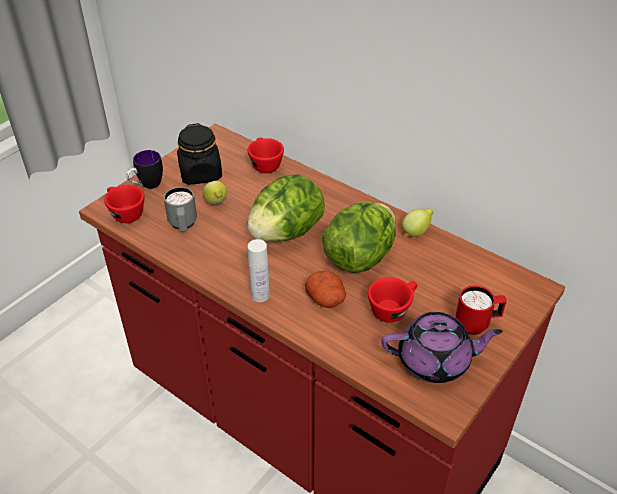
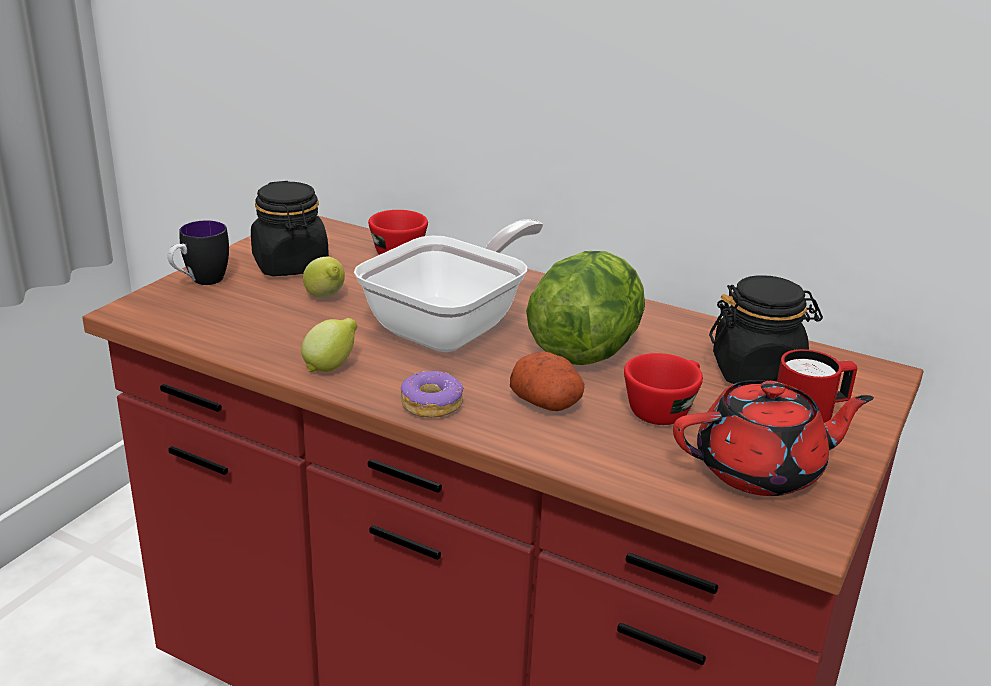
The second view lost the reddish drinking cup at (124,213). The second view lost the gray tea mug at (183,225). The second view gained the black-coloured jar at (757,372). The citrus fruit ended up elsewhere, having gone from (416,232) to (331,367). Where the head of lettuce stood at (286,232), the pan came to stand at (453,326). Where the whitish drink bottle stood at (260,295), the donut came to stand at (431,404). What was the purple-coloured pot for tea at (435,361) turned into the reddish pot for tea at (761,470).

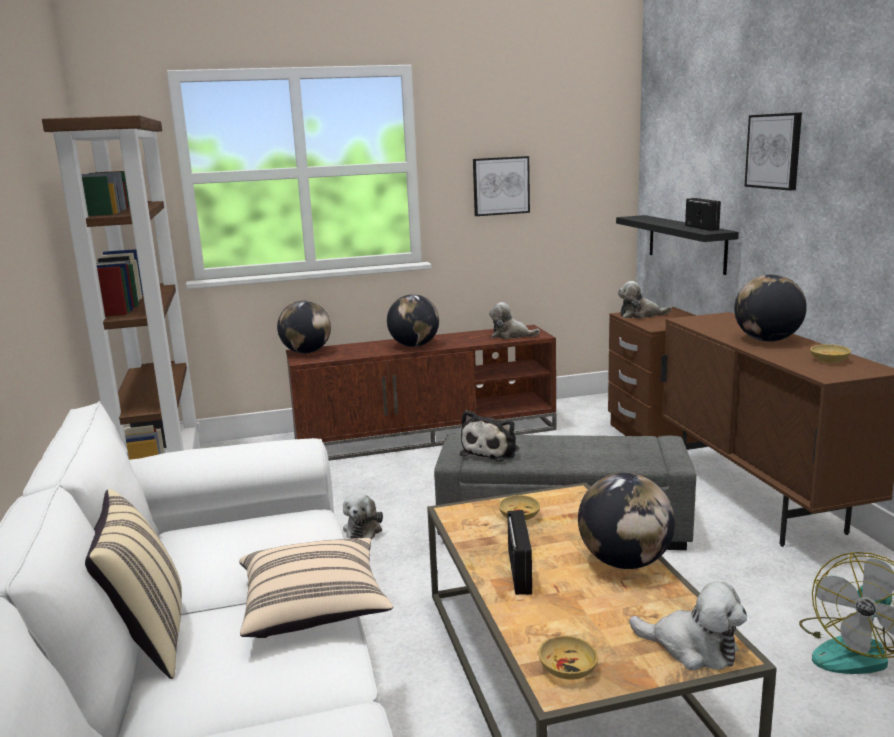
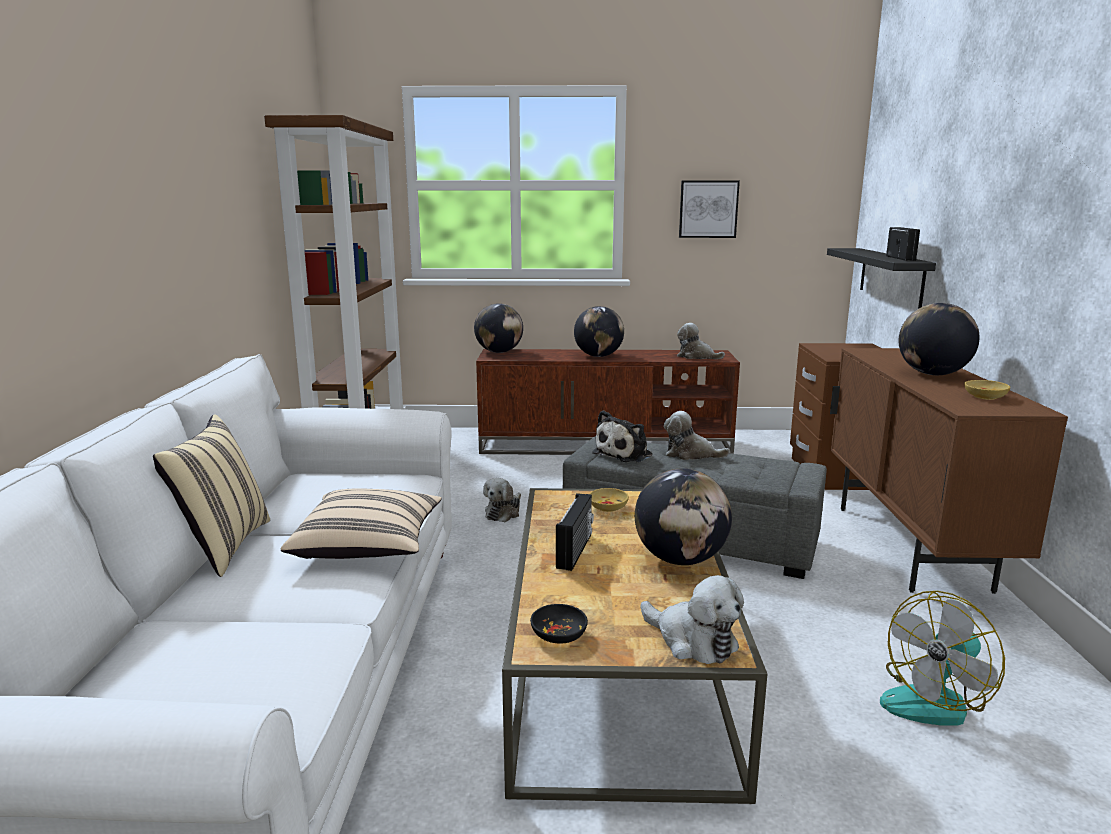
The second view lost the wall picture at (774,151). The plush toy ended up elsewhere, having gone from (640,315) to (690,454). What was the sand-coloured serving bowl at (568,668) turned into the black-coloured serving bowl at (559,634).

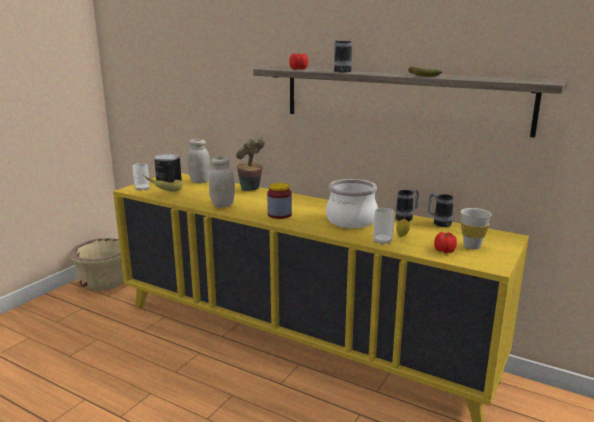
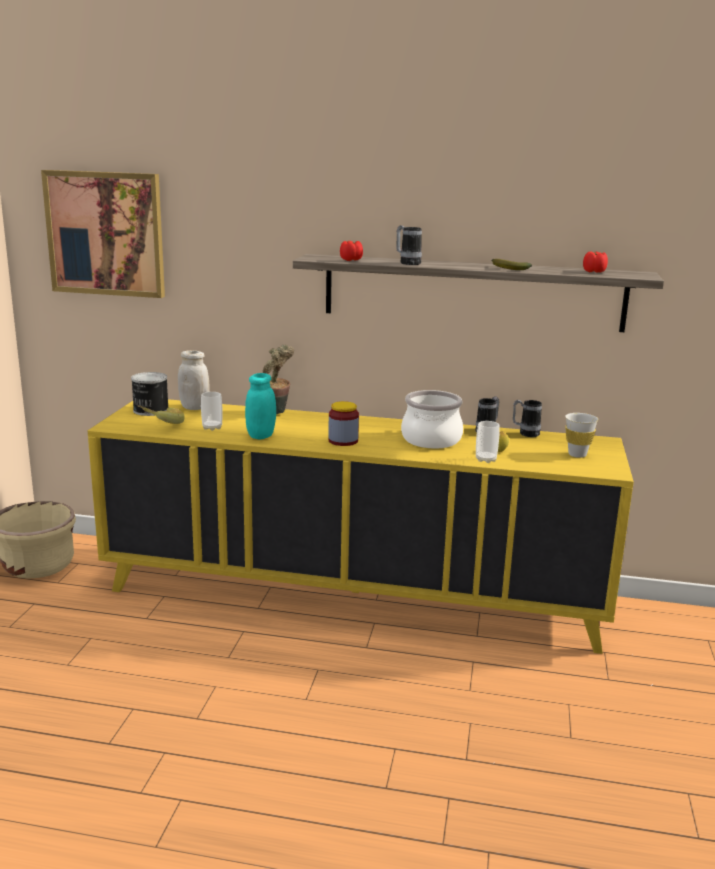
The second view gained the wall picture at (106,233). The drinking cup ended up elsewhere, having gone from (142,189) to (212,427). The tomato ended up elsewhere, having gone from (444,251) to (594,272). What was the whitish jar at (223,205) turned into the turquoise jar at (261,436).

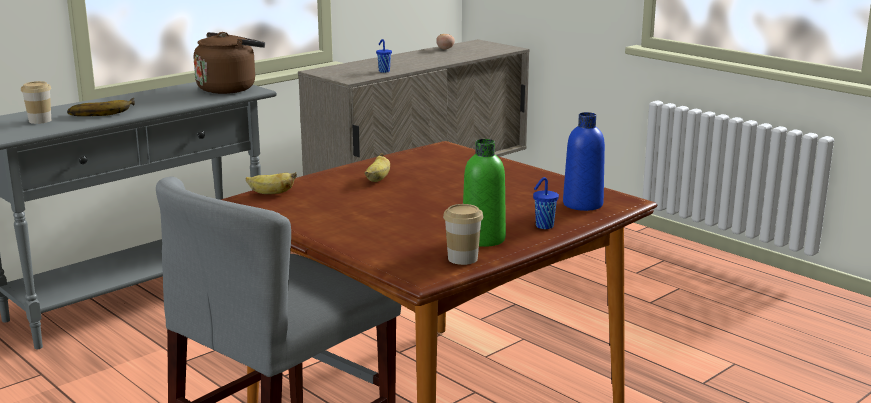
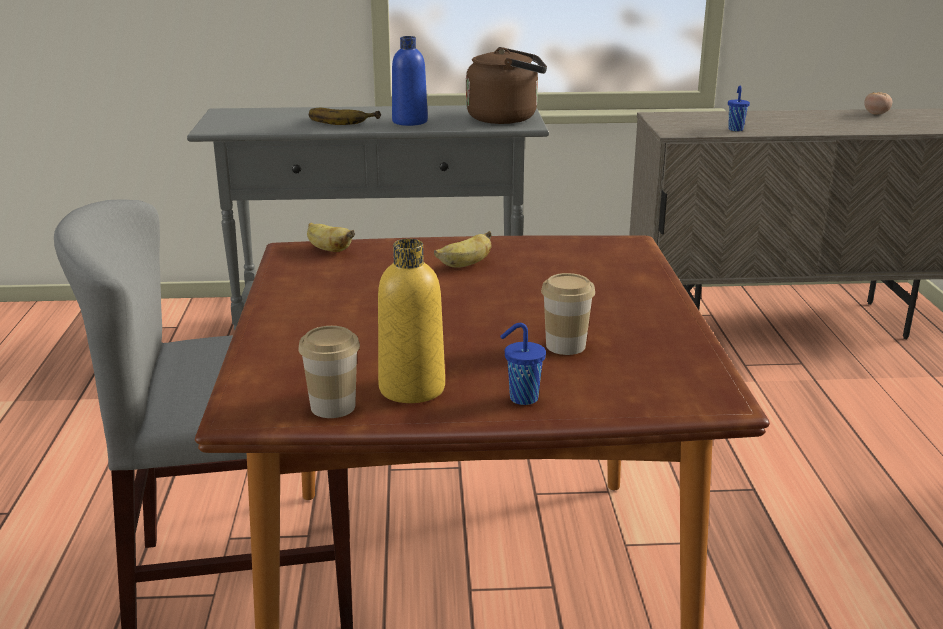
The drinking cup ended up elsewhere, having gone from (40,120) to (565,346). The blue drink bottle ended up elsewhere, having gone from (582,204) to (410,122). What was the green drink bottle at (483,239) turned into the yellow drink bottle at (412,388).

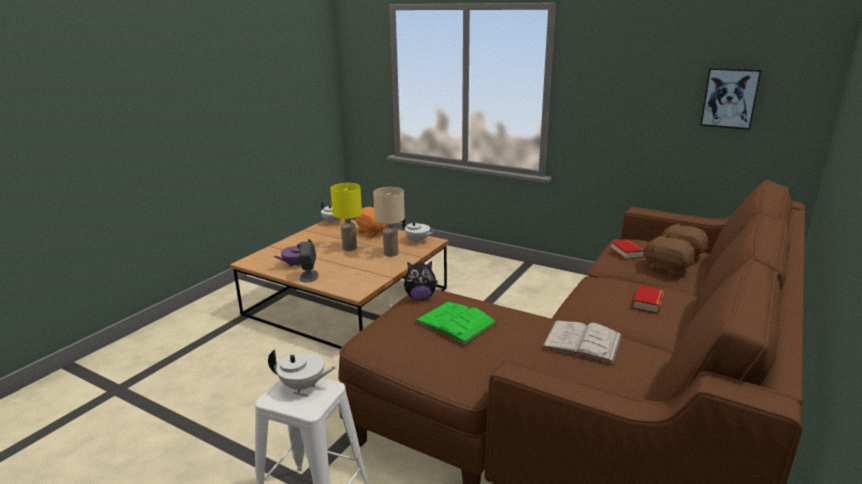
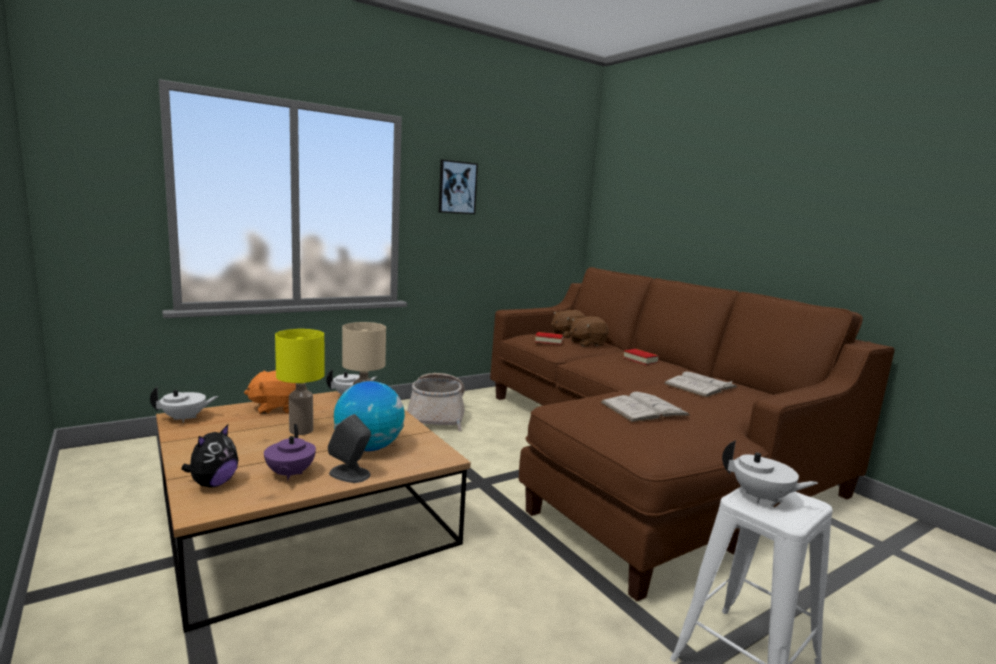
The second view gained the globe at (368,448). The second view gained the storage basket at (437,416). The plush toy ended up elsewhere, having gone from (420,297) to (213,484). The wall picture ended up elsewhere, having gone from (730,98) to (457,187). What was the green bound book at (455,322) turned into the whitish bound book at (644,409). The whitish pot for tea at (303,386) ended up facing another way, 90 degrees clockwise from before.

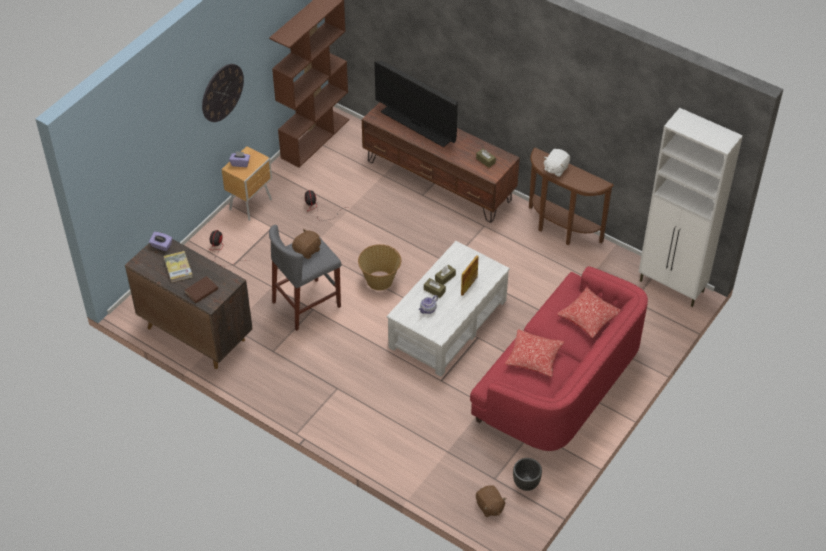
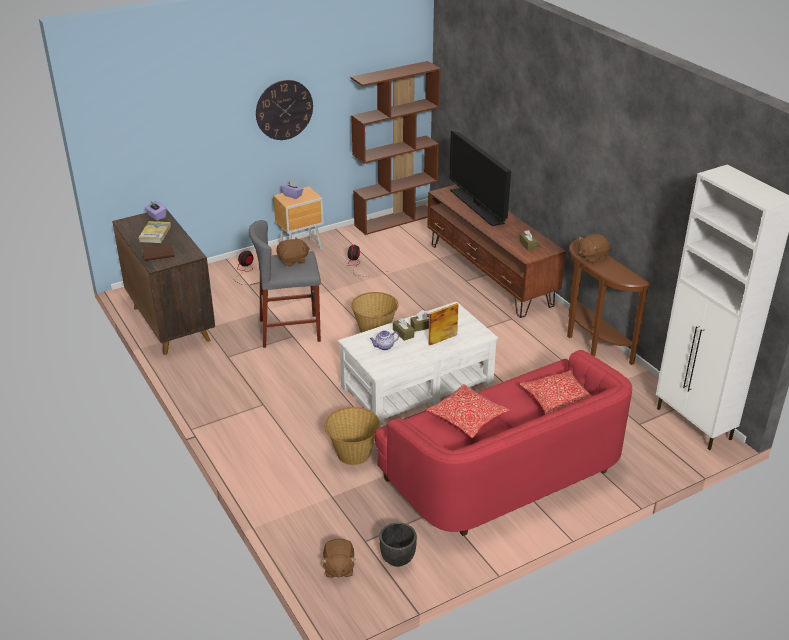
The second view gained the storage basket at (353,454). What was the whitish plush toy at (555,168) turned into the brownish plush toy at (592,257).

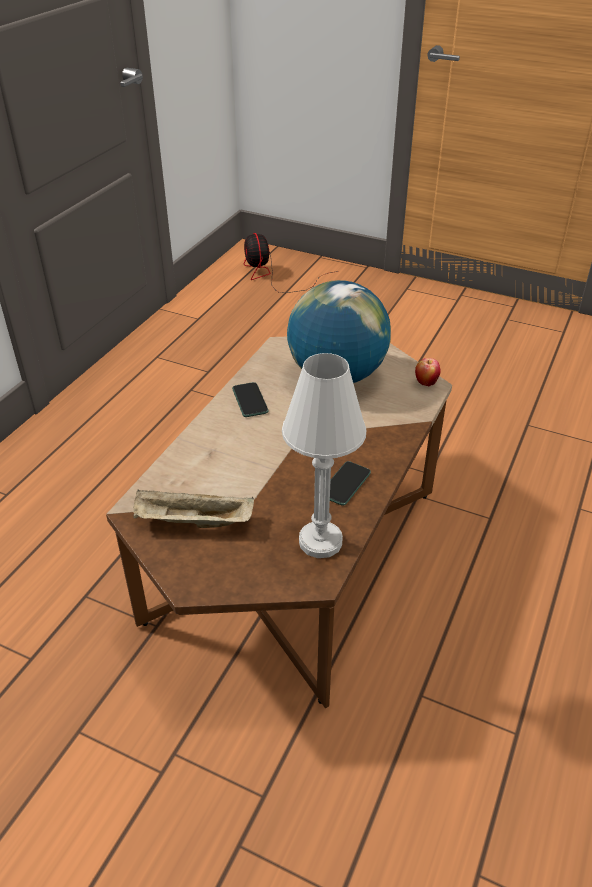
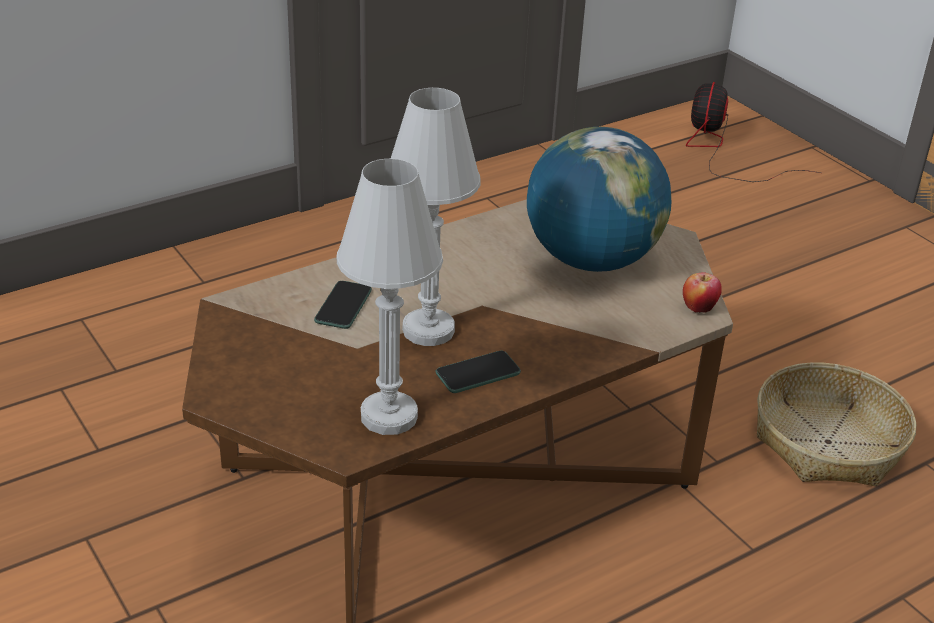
The second view lost the sand-coloured carrying tray at (192,522). The second view gained the whitish tabletop lamp at (428,330). The second view gained the storage basket at (828,442). The telephone ended up elsewhere, having gone from (250,400) to (343,306).

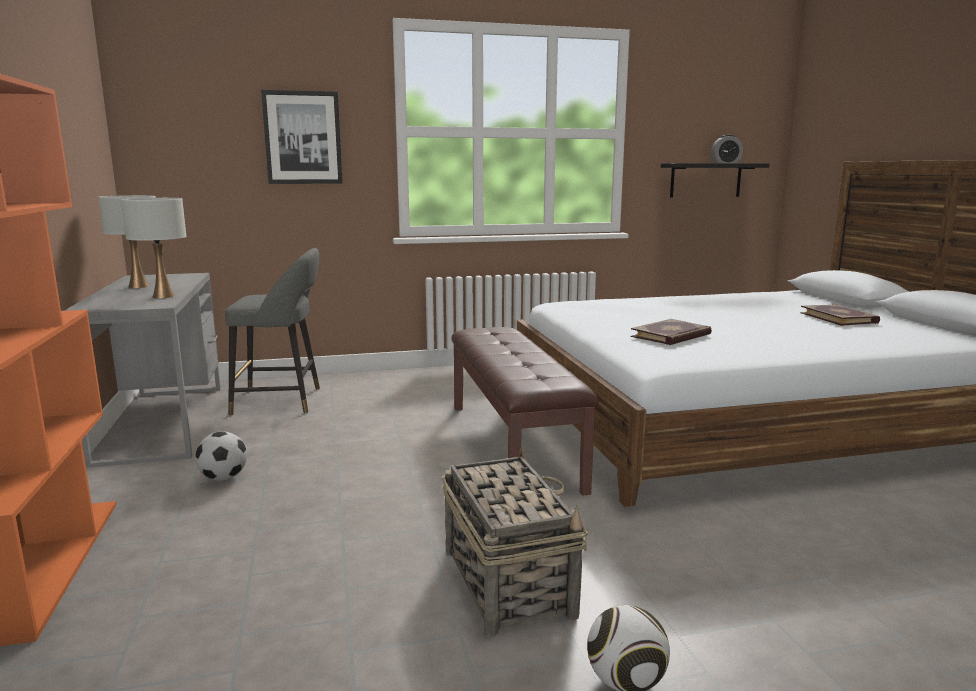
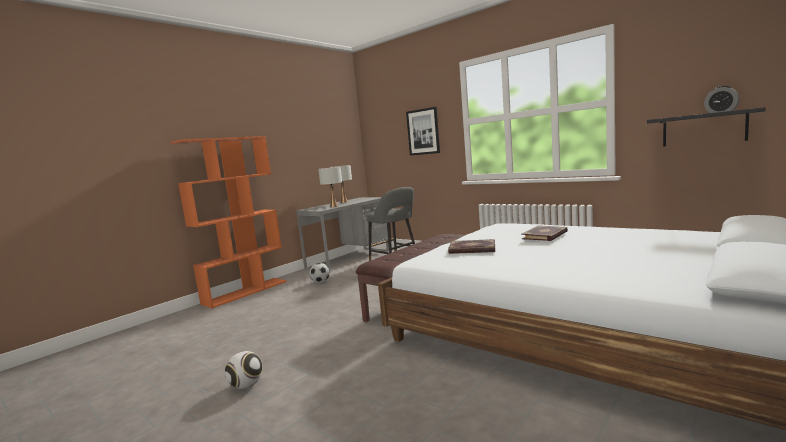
The second view lost the storage basket at (507,581). The bound book ended up elsewhere, having gone from (839,318) to (545,235).

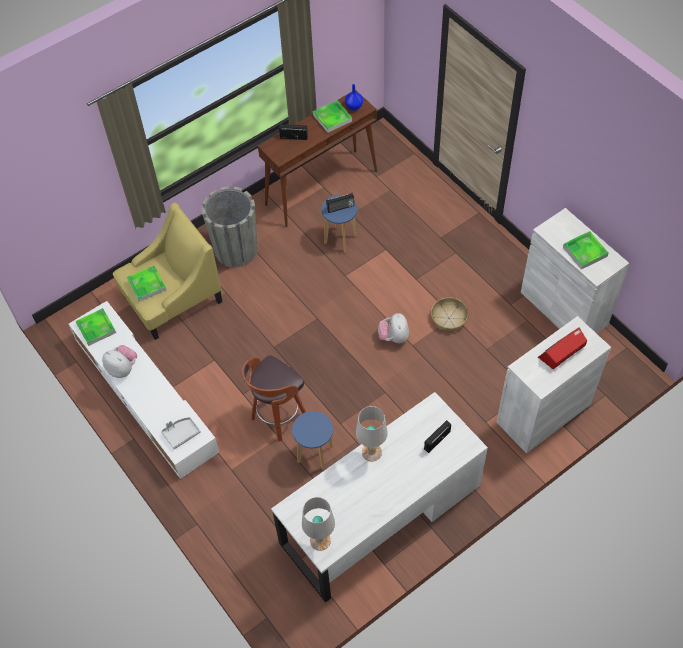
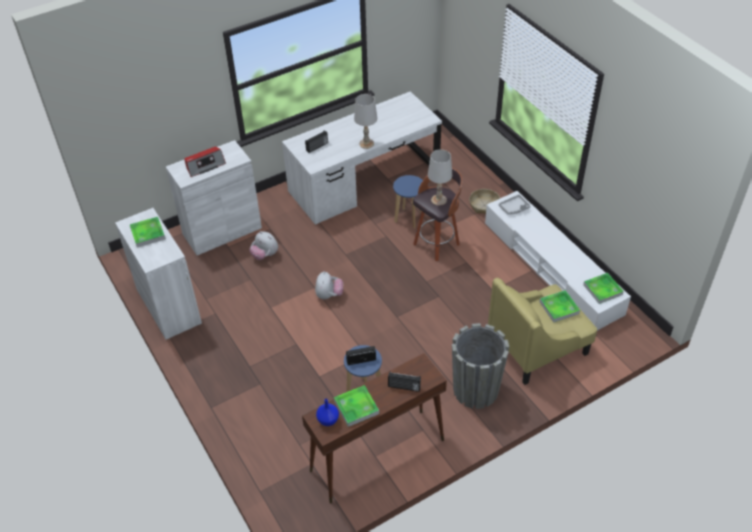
The plush toy ended up elsewhere, having gone from (123,368) to (265,255). The whitish tabletop lamp ended up elsewhere, having gone from (320,540) to (439,200). The storage basket ended up elsewhere, having gone from (448,318) to (484,205).

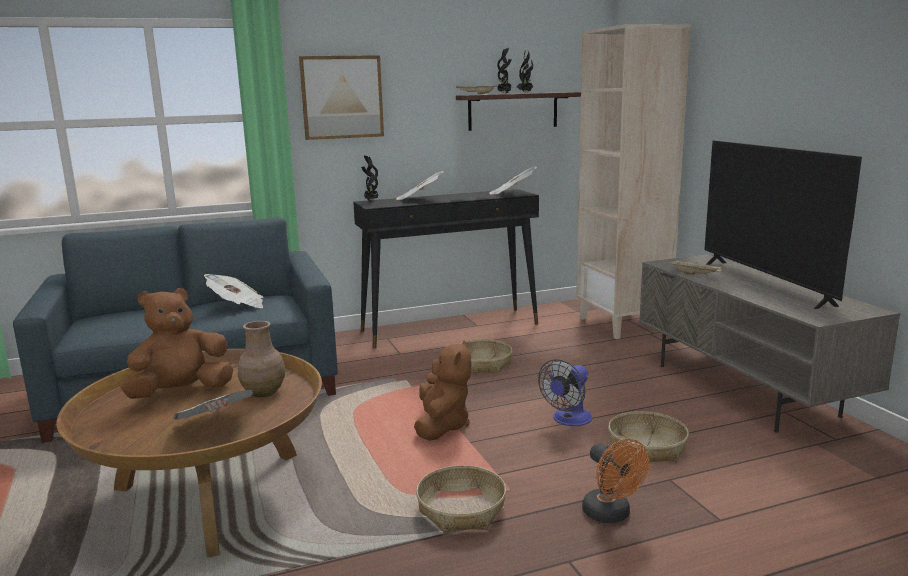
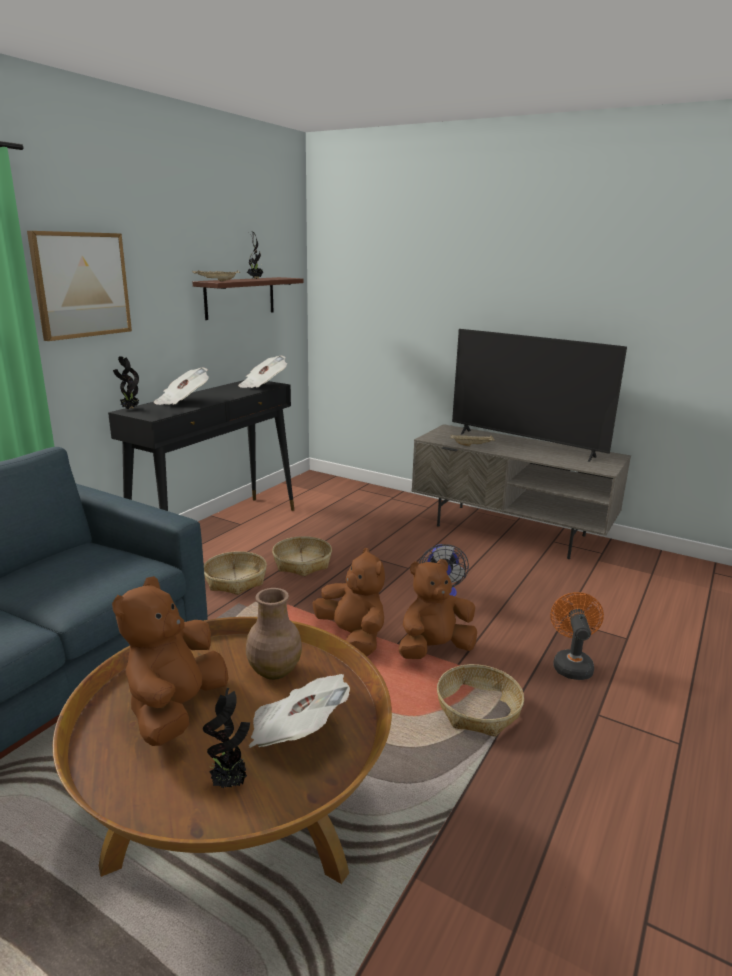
The second view lost the daily paper at (237,306). The second view lost the sand-coloured bookshelf at (622,324). The second view gained the brownish plush toy at (434,649). The potted plant ended up elsewhere, having gone from (505,93) to (230,783). The storage basket ended up elsewhere, having gone from (647,447) to (236,580). The orange cooling fan at (611,515) ended up facing another way, 105 degrees counterclockwise from before.

